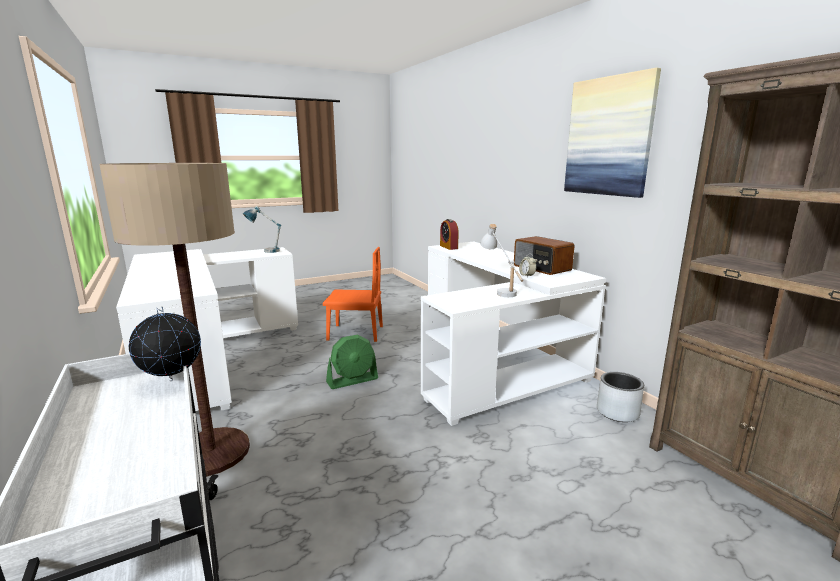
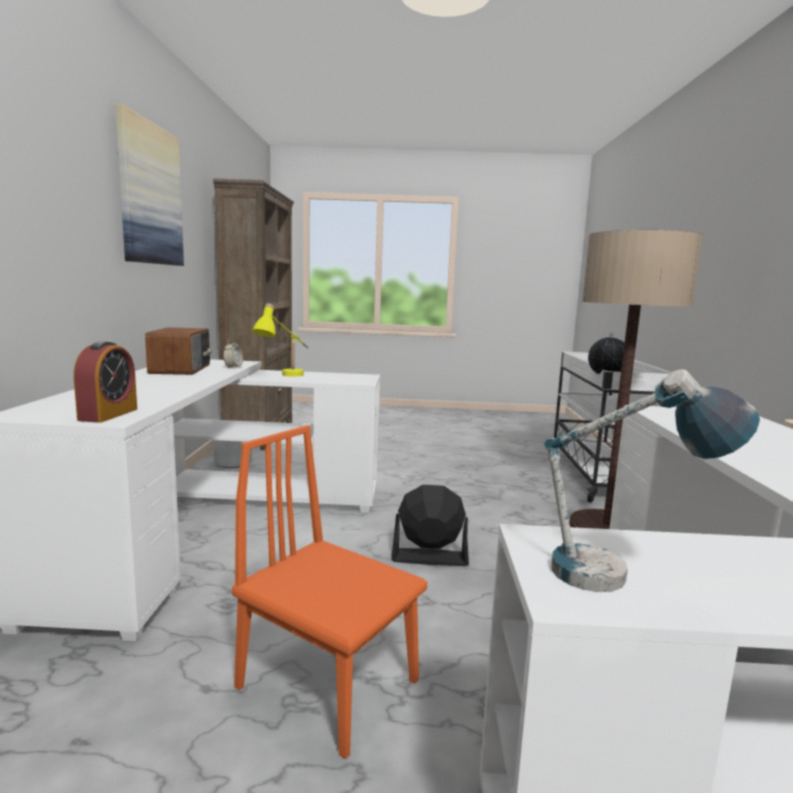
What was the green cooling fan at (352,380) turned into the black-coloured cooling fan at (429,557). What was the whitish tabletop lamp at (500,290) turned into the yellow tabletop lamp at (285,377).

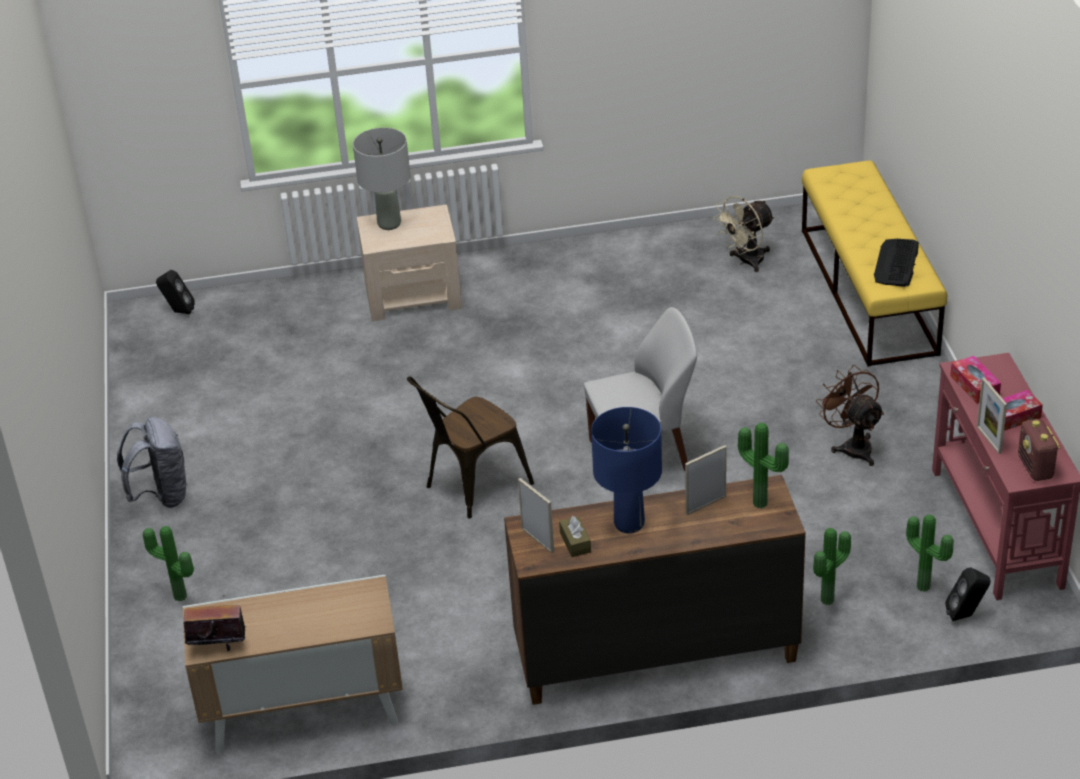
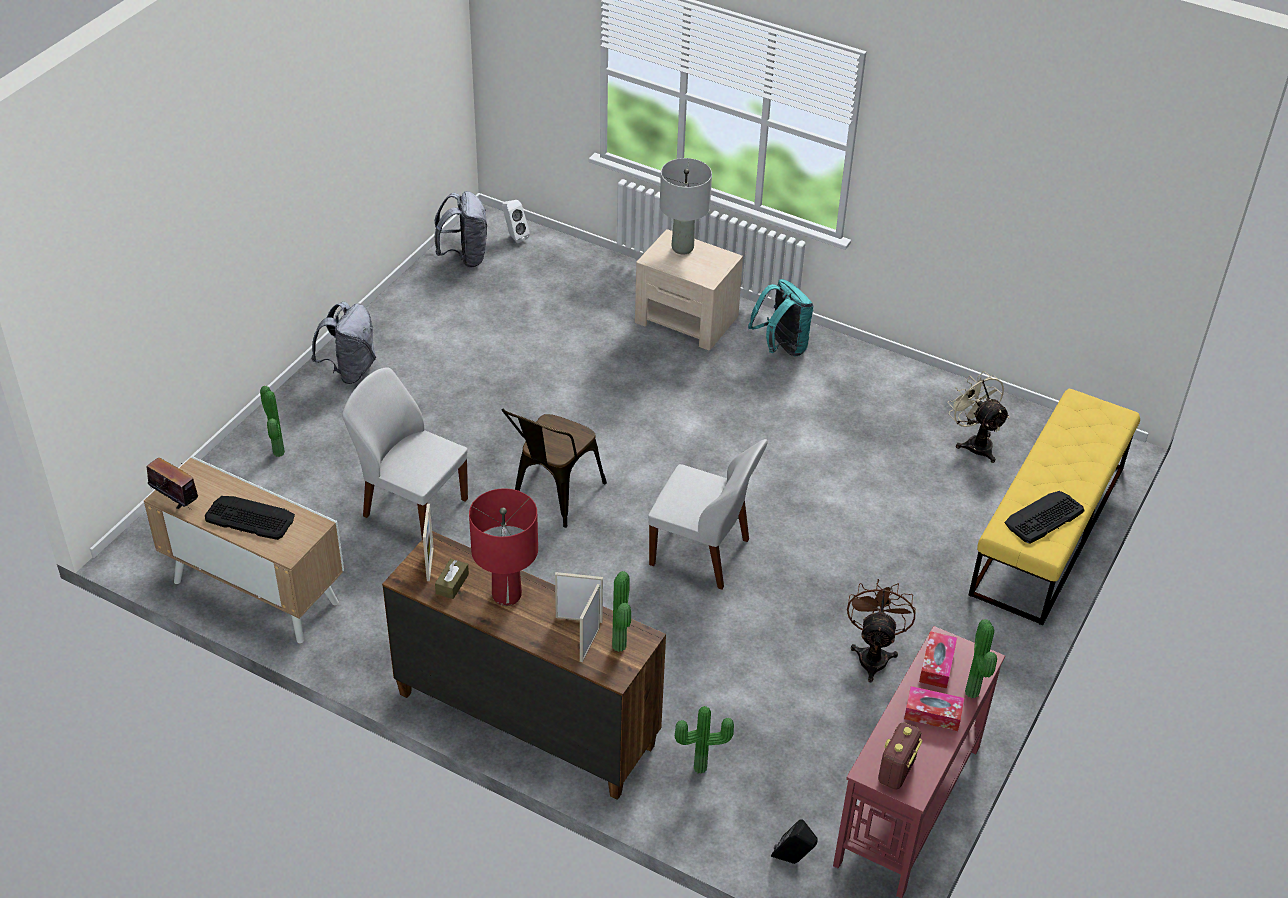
The second view gained the computer keyboard at (249,518). The second view gained the whitish plain chair at (413,506). The second view gained the gray rucksack at (464,257). The second view gained the turquoise rucksack at (781,347). The potted plant ended up elsewhere, having gone from (925,585) to (975,692). The photo frame ended up elsewhere, having gone from (988,440) to (589,644). What was the black-coloured audio speaker at (178,312) turned into the whitish audio speaker at (514,237). What was the blue tabletop lamp at (628,523) turned into the reddish tabletop lamp at (506,595). The brownish plain chair at (471,487) ended up facing another way, 60 degrees counterclockwise from before. The sand-coloured cooling fan at (746,261) ended up facing another way, 60 degrees clockwise from before.

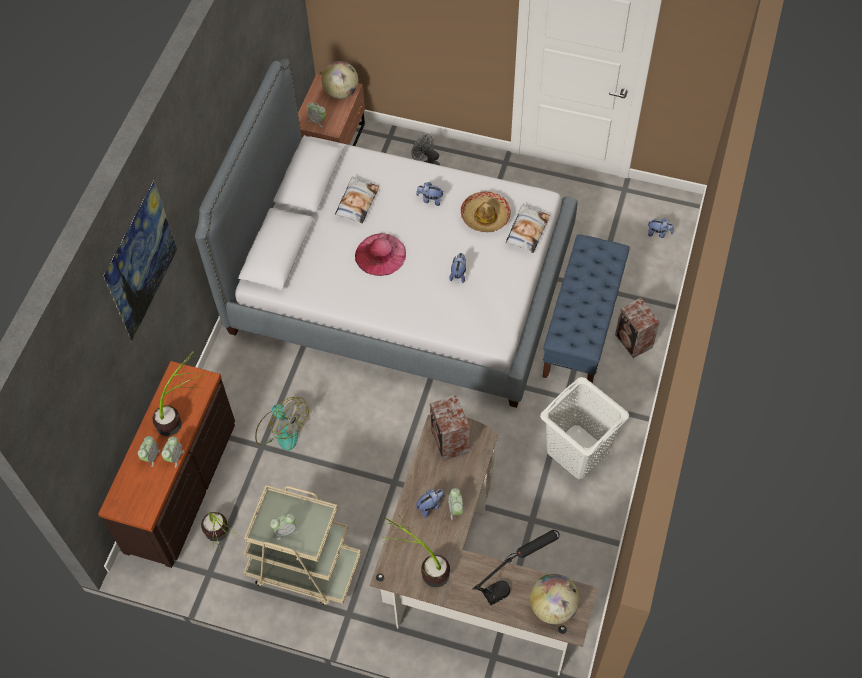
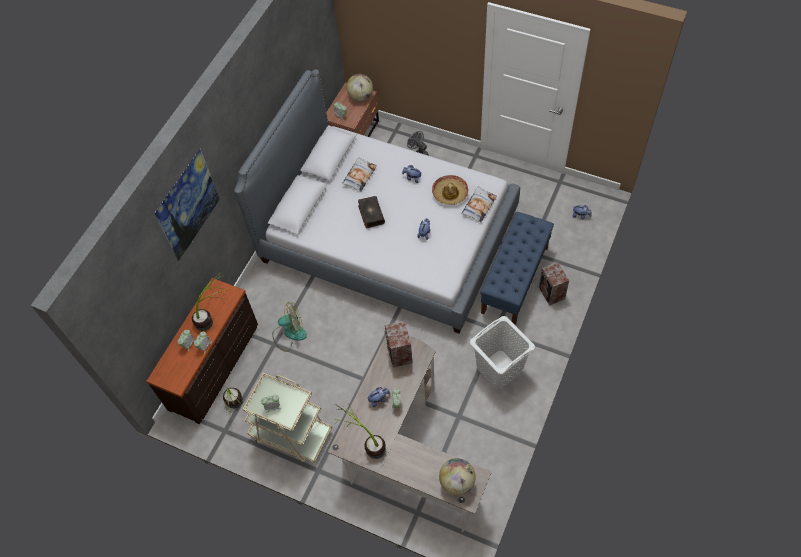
The second view lost the black-coloured tabletop lamp at (513,583). Where the pink wearable hat stood at (380,254), the bound book came to stand at (371,214). The cooling fan at (281,429) ended up facing another way, 60 degrees counterclockwise from before.

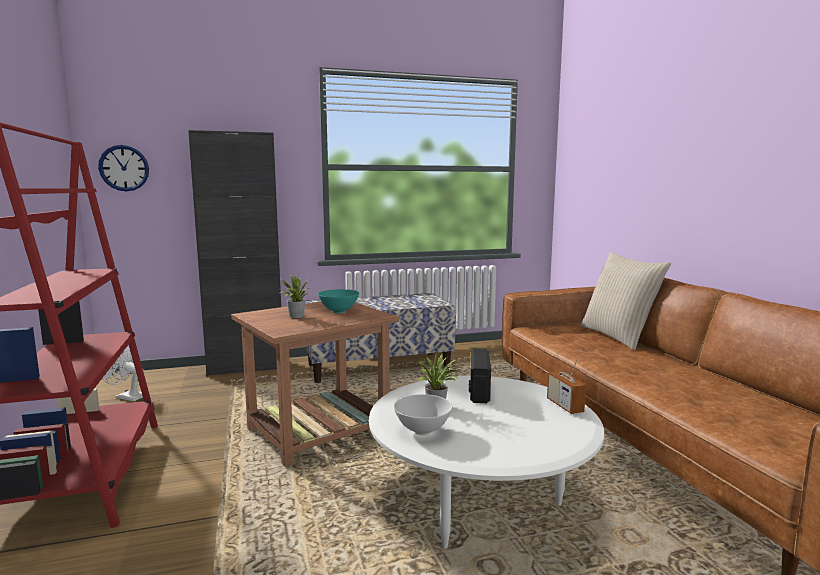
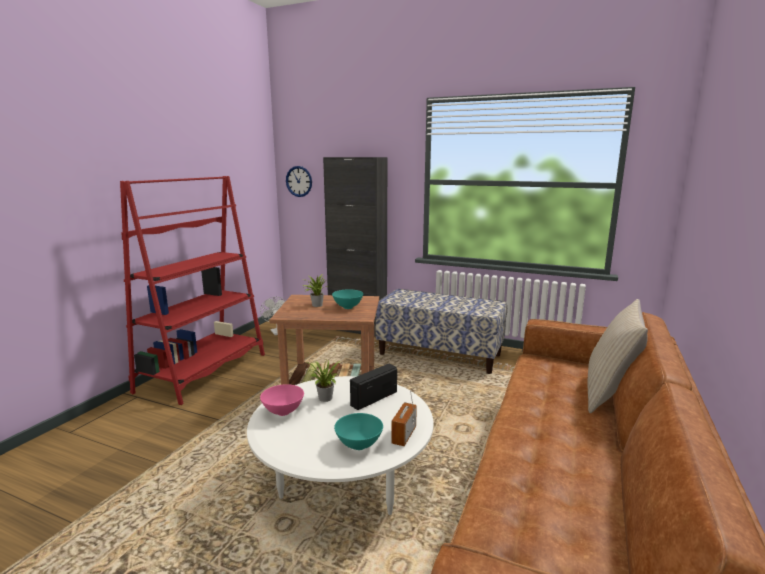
The second view gained the turquoise serving bowl at (358,445). What was the whitish serving bowl at (423,431) turned into the pink serving bowl at (283,412).

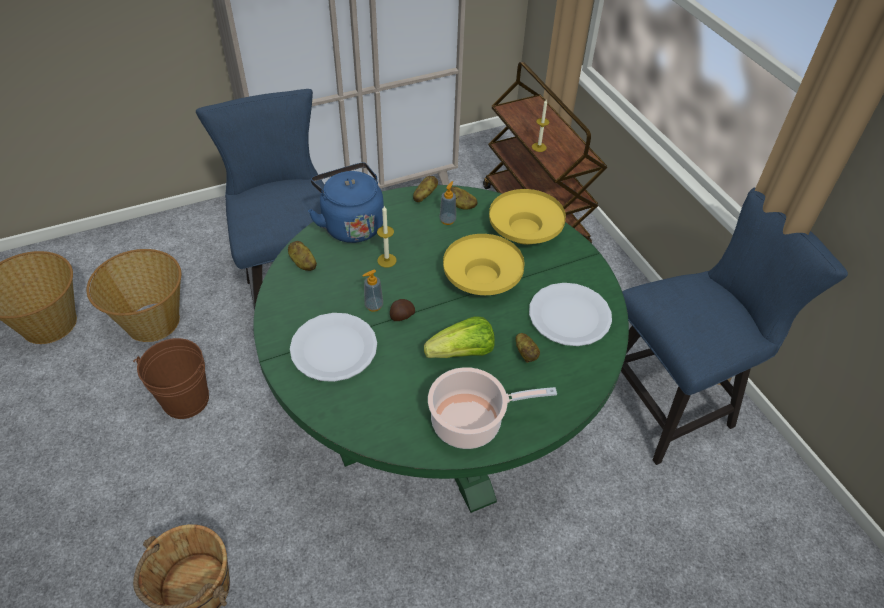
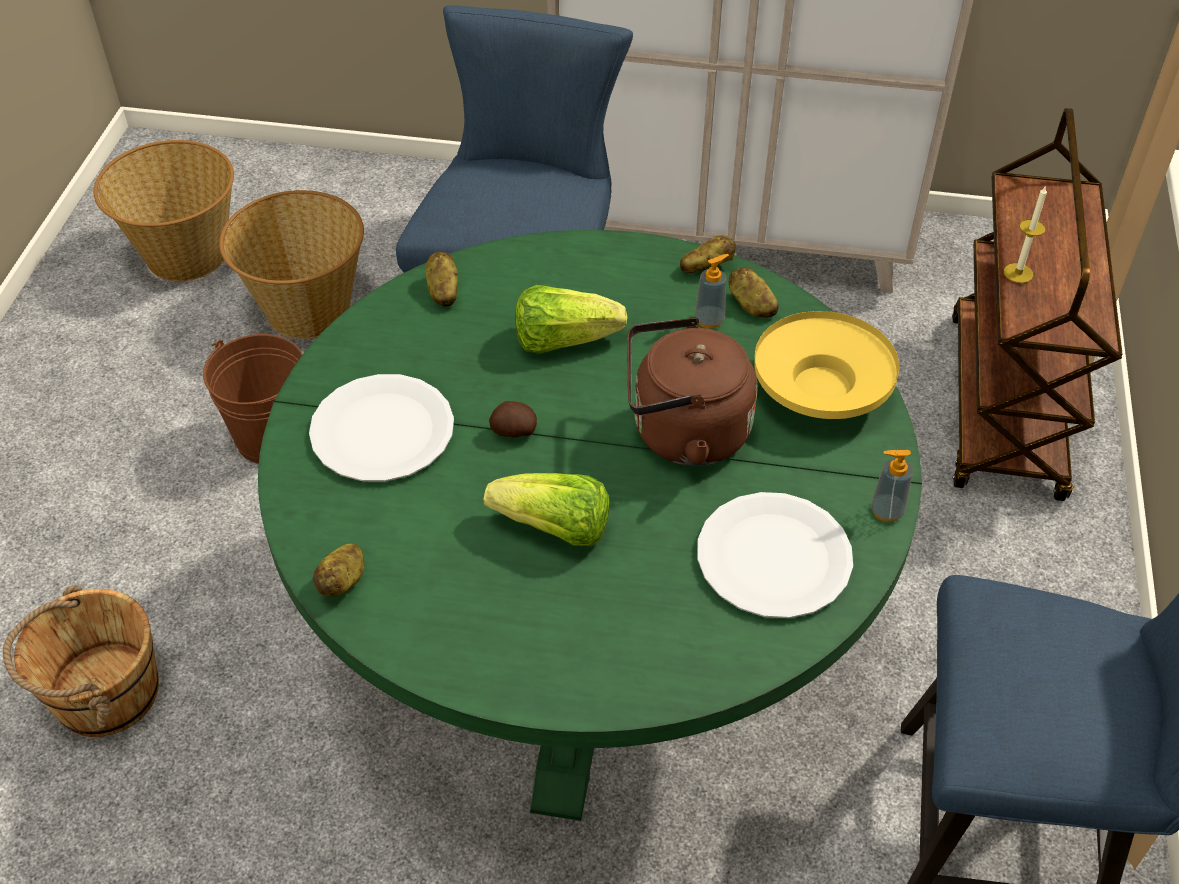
The second view lost the blue tea kettle at (351,224). The second view lost the cooking pot at (471,422). The soap dispenser ended up elsewhere, having gone from (374,305) to (886,511). The potato ended up elsewhere, having gone from (526,353) to (343,581). Where the candle stood at (386,260), the head of lettuce came to stand at (563,340). Where the yellow serving bowl stood at (482,279), the brownish tea kettle came to stand at (683,433).

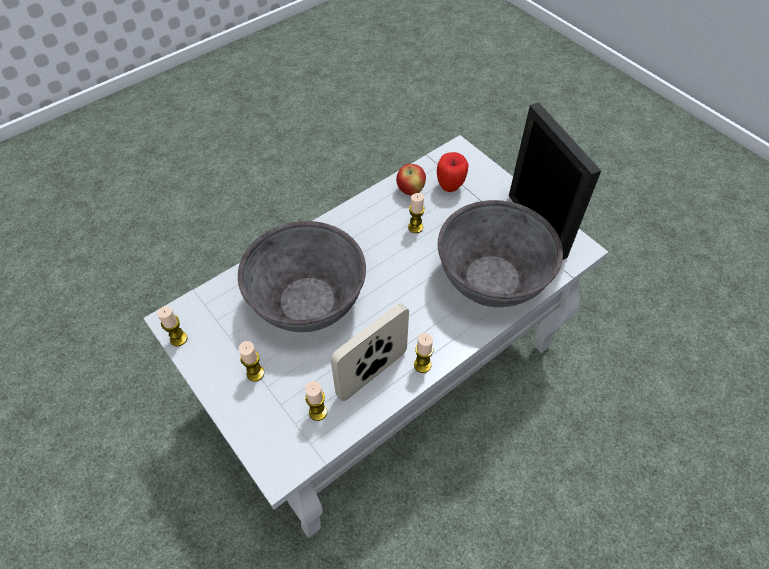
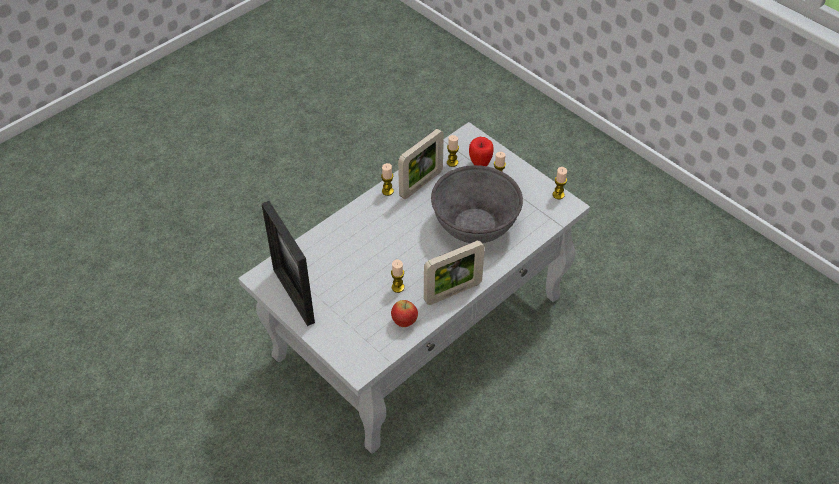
The second view lost the gray serving bowl at (492,278). The second view gained the photo frame at (453,292). The apple ended up elsewhere, having gone from (450,187) to (480,164).

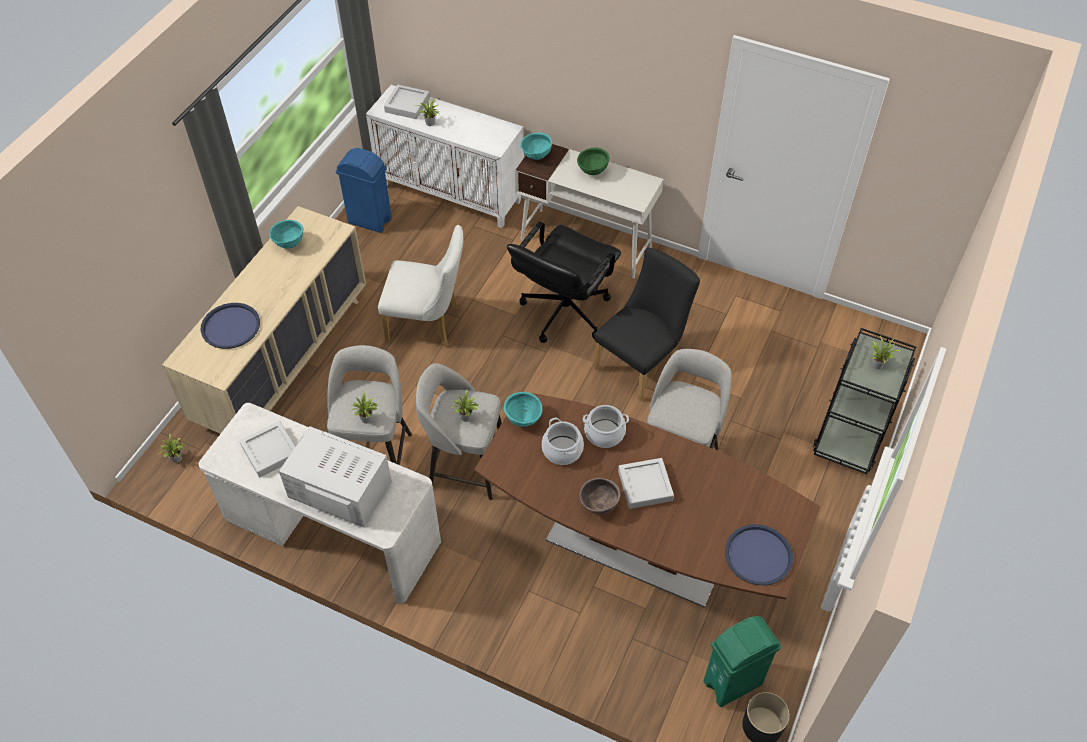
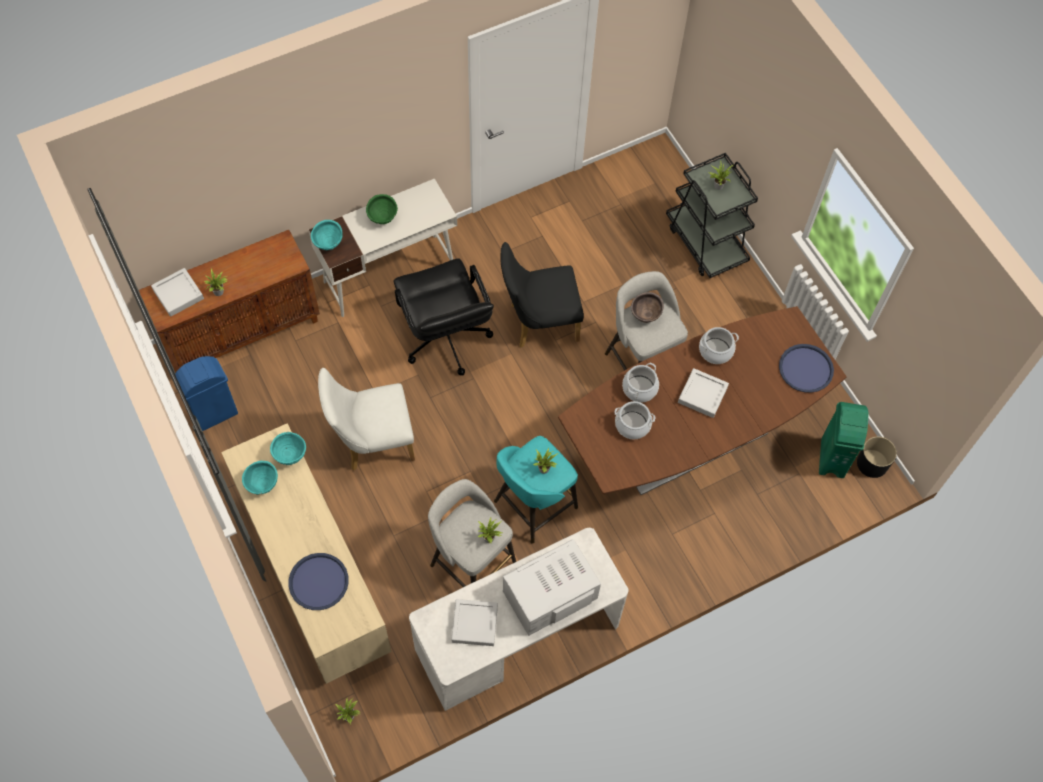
The second view gained the cooking pot at (715,351). The turquoise serving bowl ended up elsewhere, having gone from (523,419) to (290,455). The brownish serving bowl ended up elsewhere, having gone from (599,505) to (645,315). What was the whitish cabinet at (452,193) turned into the brownish cabinet at (242,331). What was the gray sitting stool at (465,466) turned into the turquoise sitting stool at (533,506). The whitish plain chair at (428,324) ended up facing another way, 150 degrees counterclockwise from before. The black-coloured plain chair at (641,362) ended up facing another way, 90 degrees counterclockwise from before.

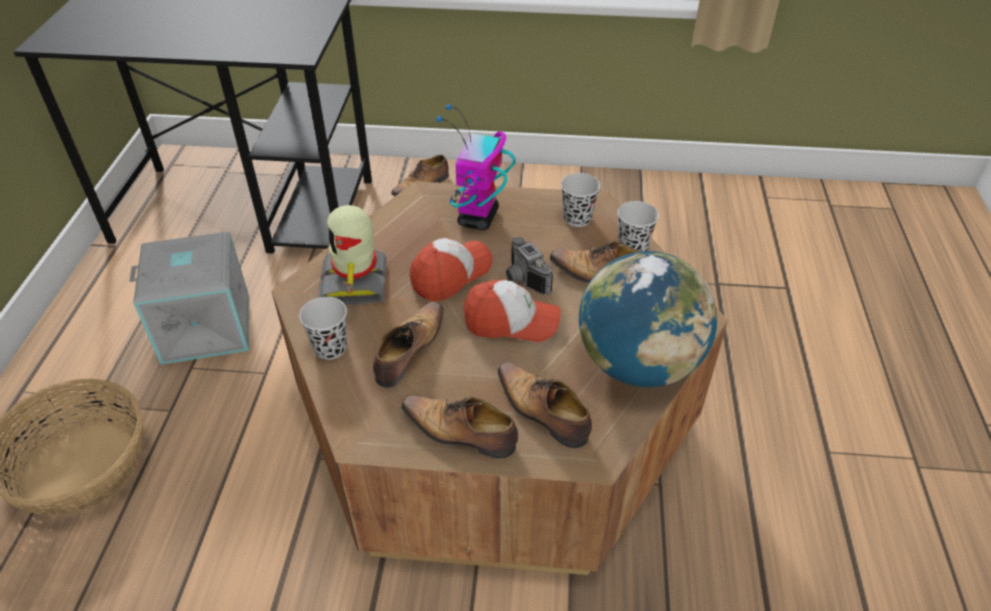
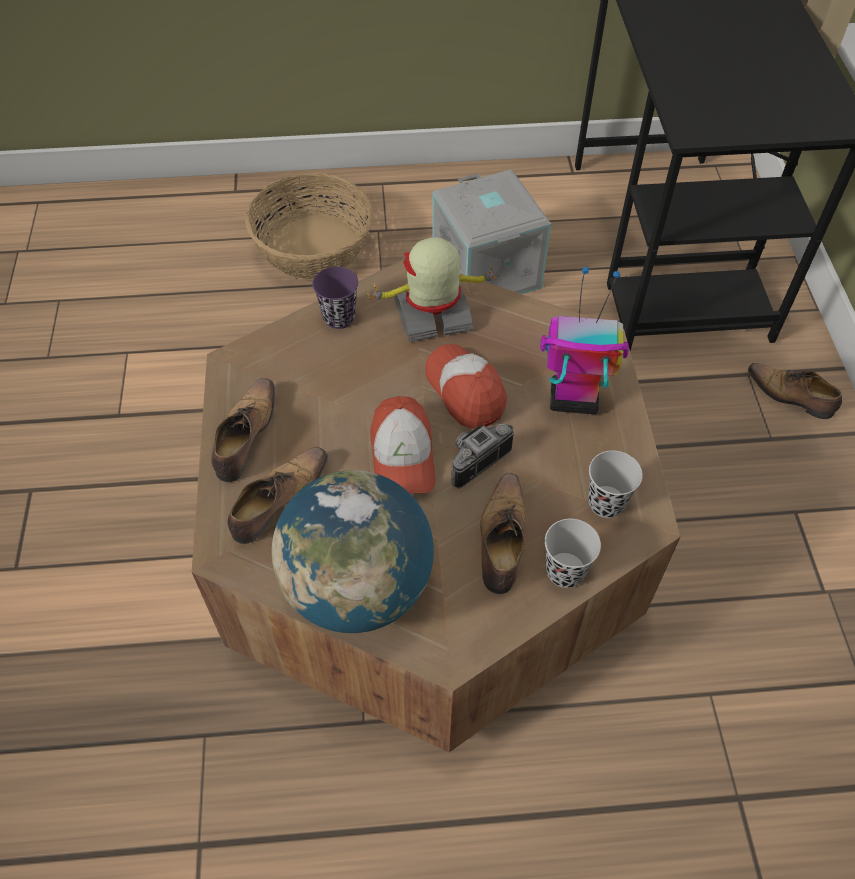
The second view lost the item of footwear at (409,350). What was the black-coloured drinking cup at (330,348) turned into the purple-coloured drinking cup at (339,317). The baseball cap at (451,274) ended up facing another way, 150 degrees counterclockwise from before.

